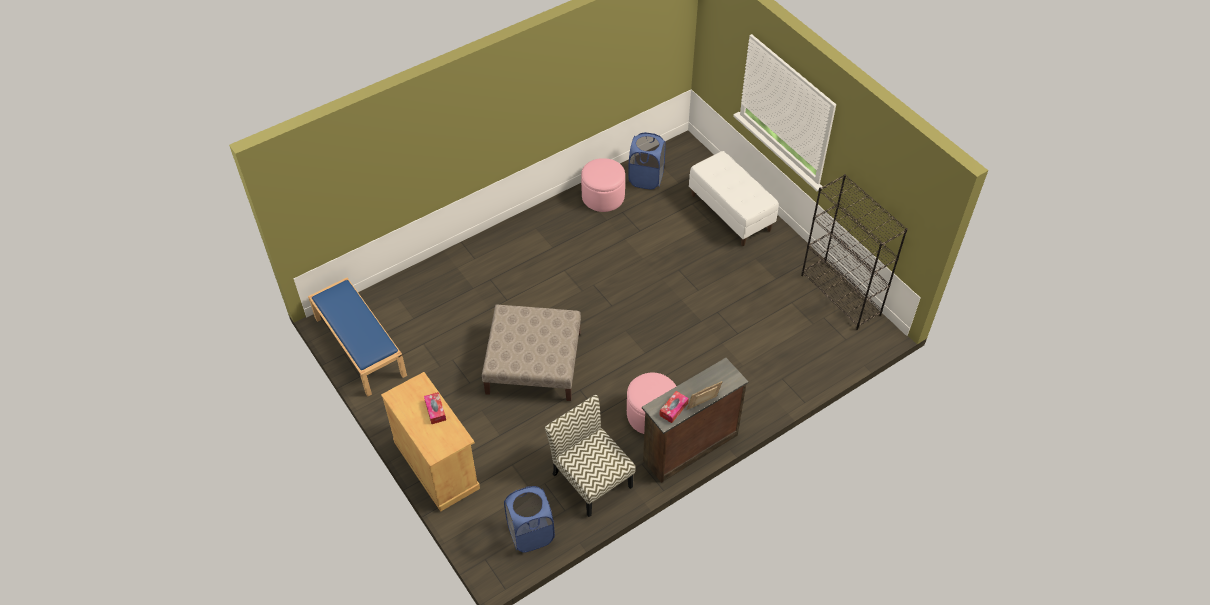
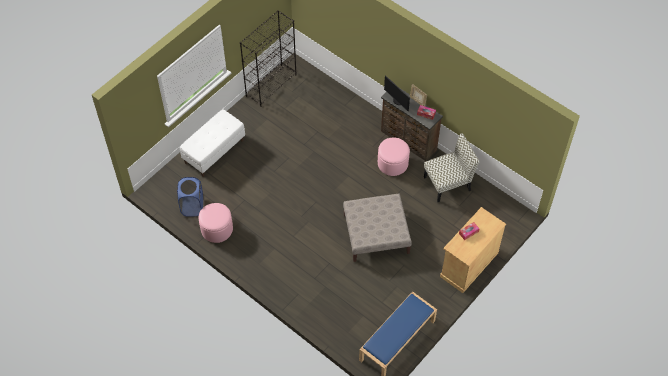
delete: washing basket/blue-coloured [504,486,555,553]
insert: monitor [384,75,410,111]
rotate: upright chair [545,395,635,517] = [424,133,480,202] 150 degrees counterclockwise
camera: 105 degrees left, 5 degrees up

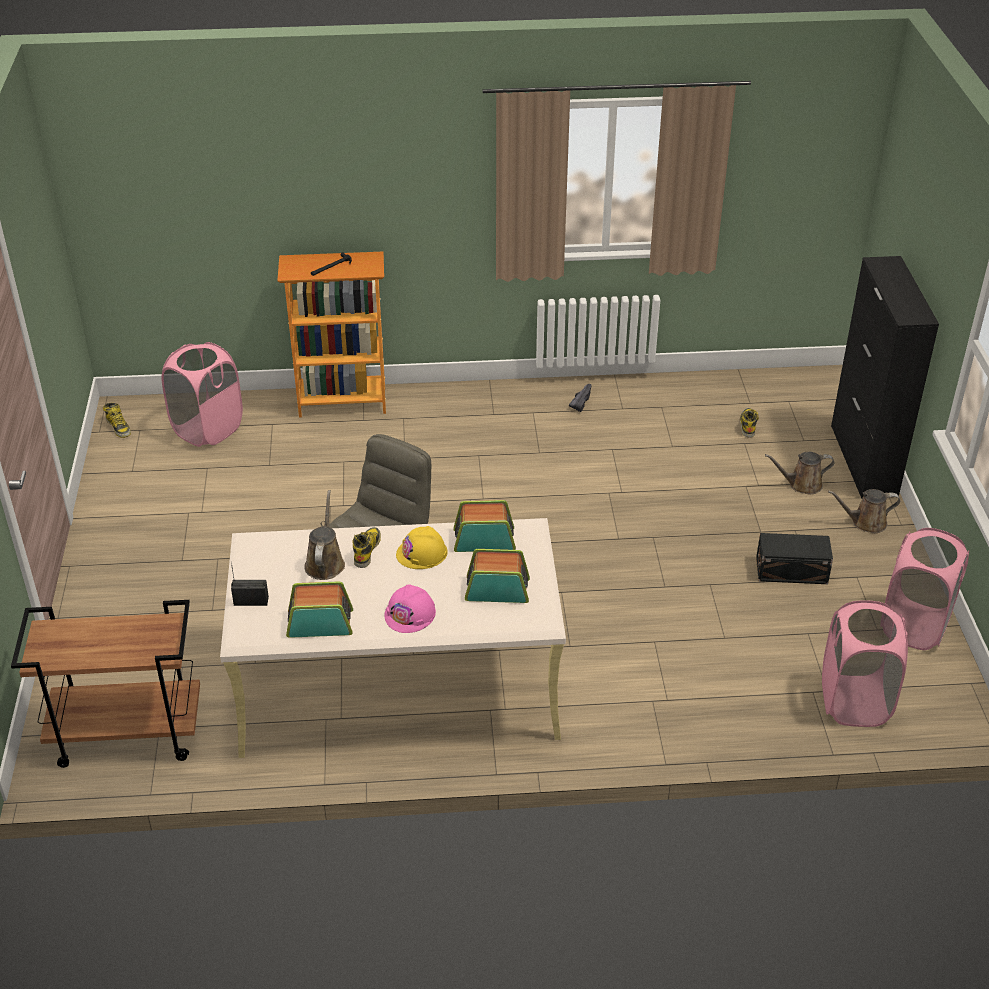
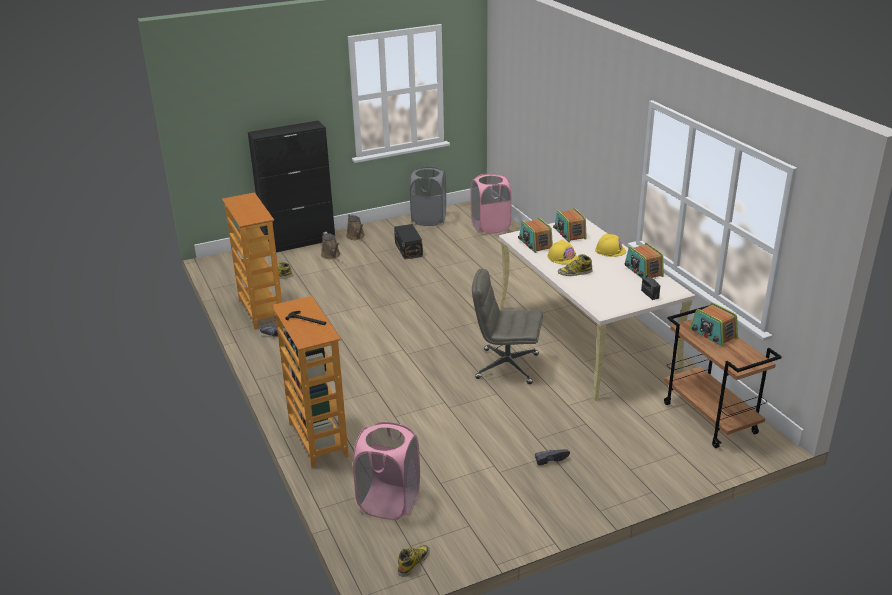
delete: watering can/brownish [304,490,345,580]
insert: shelving unit [222,192,282,330]; shoe/black [535,449,570,465]; radio [690,302,738,346]
recolor: washing basket/pink-coloured [885,528,969,650] to washing basket/greyish [410,167,446,226]; safety helmet/pink-coloured [384,584,436,633] to safety helmet/yellowish [595,234,626,257]
camera: 110 degrees left, 10 degrees down

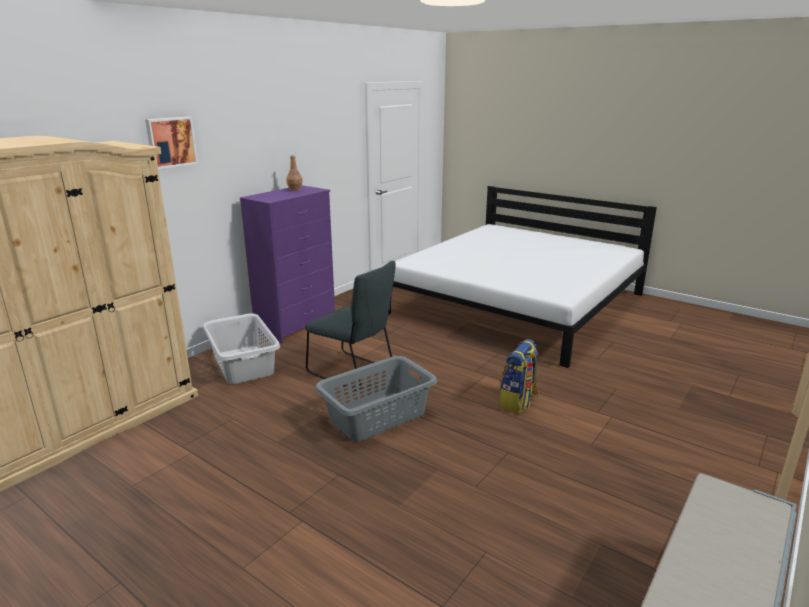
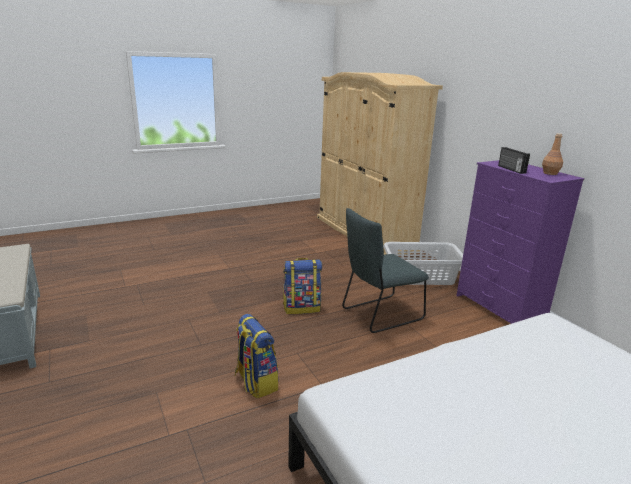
delete: wall art [145,117,198,169]
insert: radio [498,147,530,174]
replace: washing basket/greyish [315,356,437,442] to rucksack [283,258,322,314]
camera: 115 degrees right, 0 degrees up

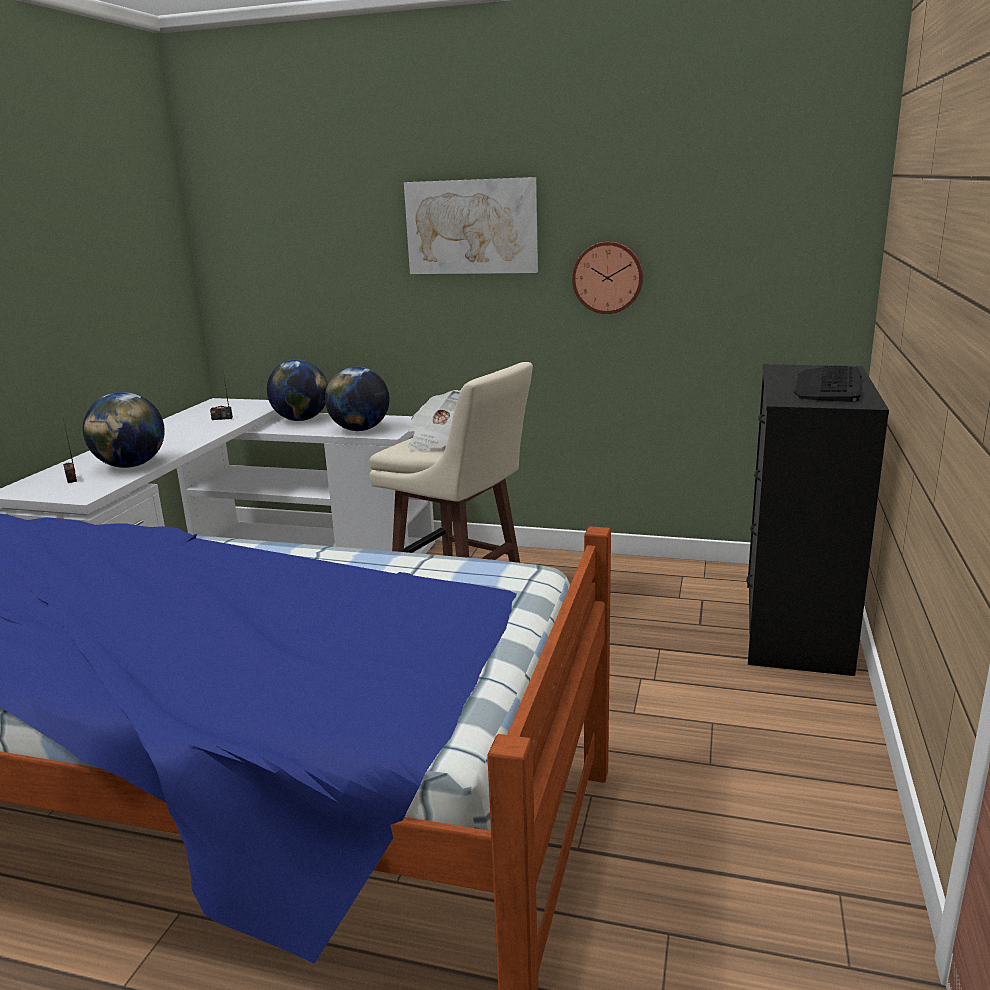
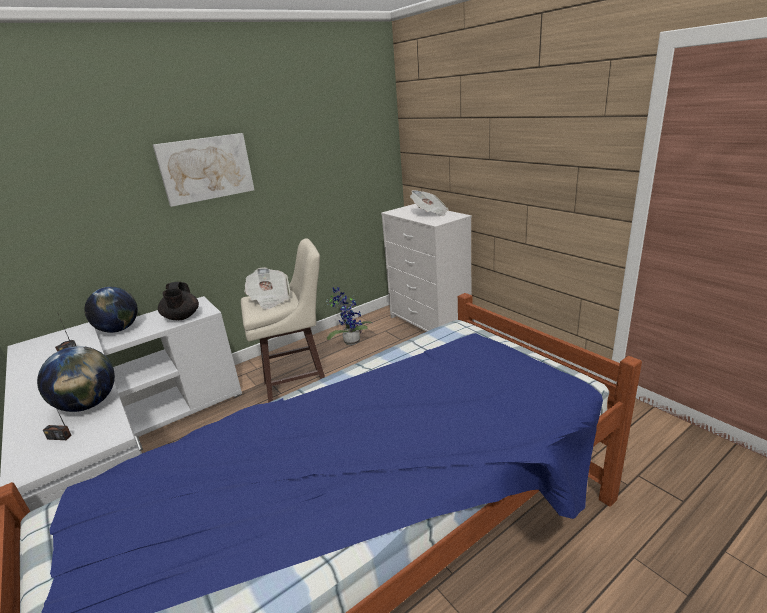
delete: hanging clock [572,241,643,314]
insert: houseplant [326,287,372,345]
replace: globe [325,367,389,431] to pot for tea/black [158,282,199,320]; computer keyboard [794,366,862,402] to printed paper [410,190,449,216]
recolor: dresser/black [746,364,889,676] to dresser/white-coloured [381,204,472,332]
camera: 50 degrees left, 5 degrees up

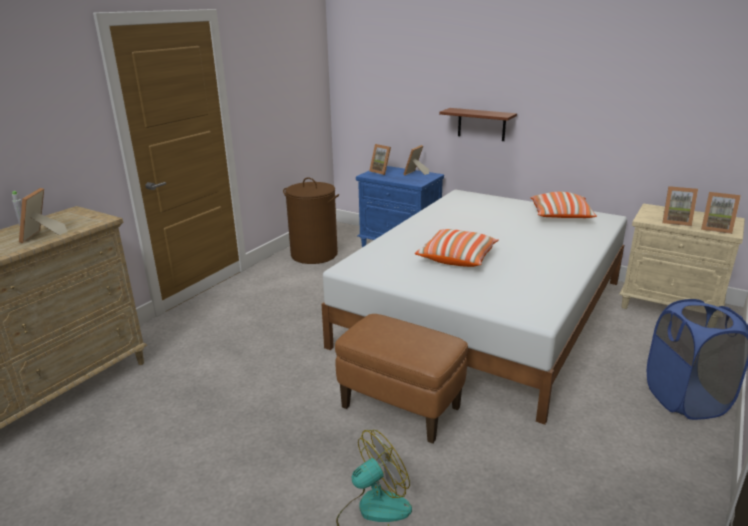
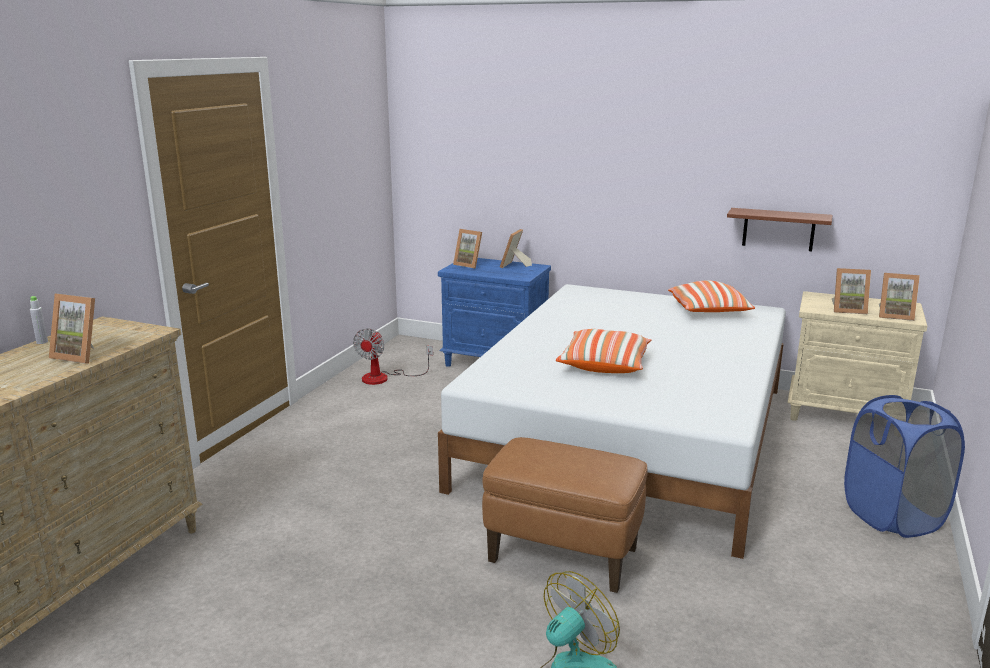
move: bracket shelf/brownish [439,108,517,141] to [727,208,832,252]
replace: washing basket/brownish [283,177,339,264] to cooling fan [353,328,433,385]
rotate: standing frame [19,188,67,243] = [49,294,95,364] 60 degrees counterclockwise
camera: 10 degrees left, 5 degrees down

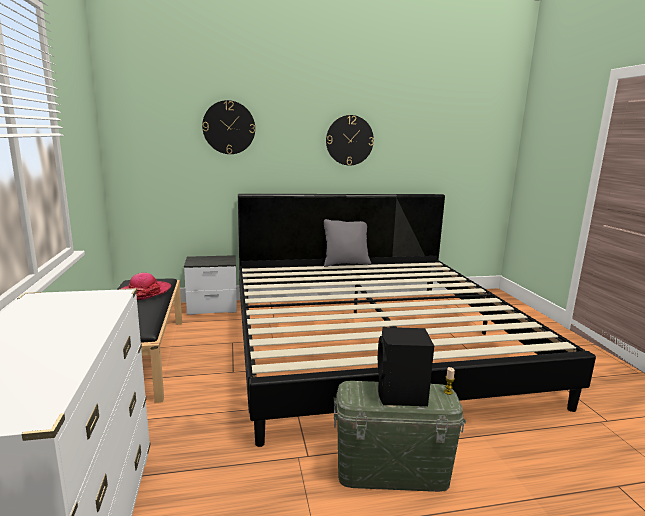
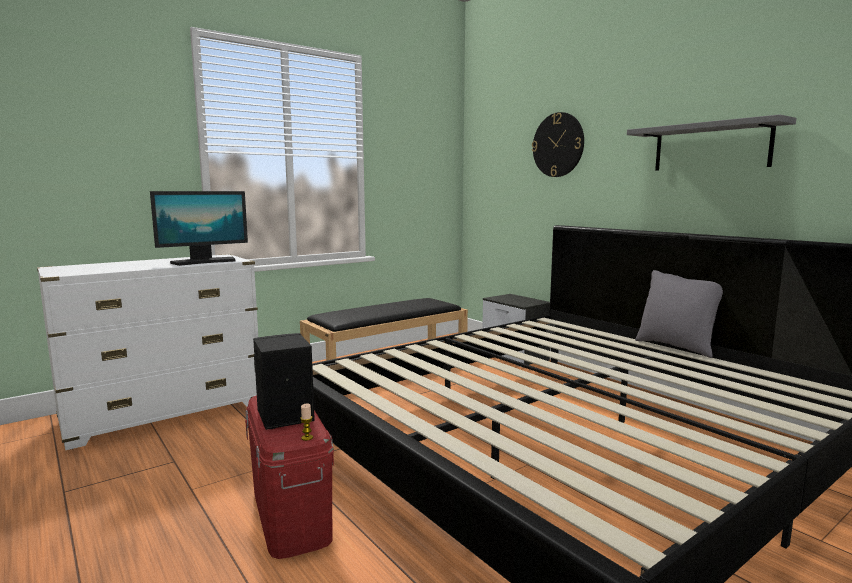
delete: hat [119,273,171,300]
insert: monitor [150,191,248,266]
replace: hanging clock [326,115,374,166] to bracket shelf/greyish [627,114,796,171]
recolor: storage container/greenish [334,381,466,492] to storage container/red [245,395,334,559]
camera: 65 degrees right, 5 degrees down

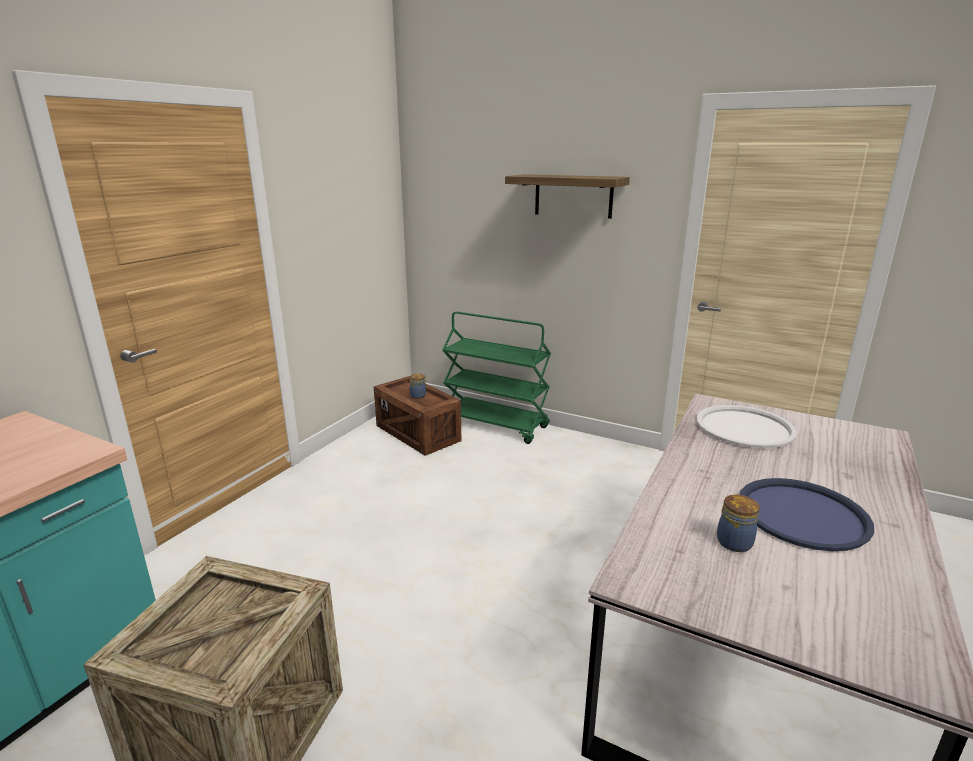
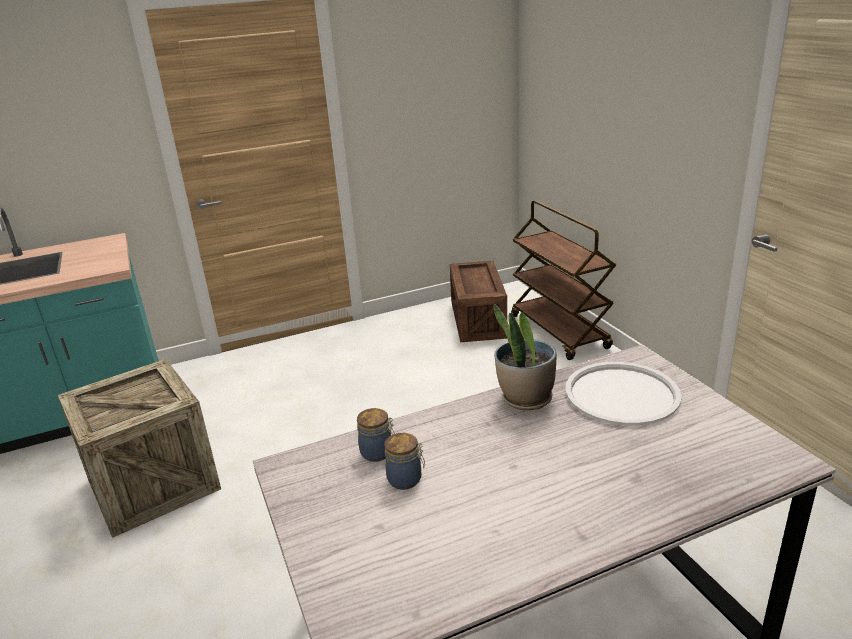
delete: bracket shelf [505,174,630,219]; tray/blue-coloured [739,478,874,551]
insert: houseplant [494,304,556,411]
move: preserve jar [410,374,427,399] to [357,408,395,462]
recolor: cart/greenish [442,311,551,444] to cart/brownish [511,200,616,360]
camera: 40 degrees right, 5 degrees up

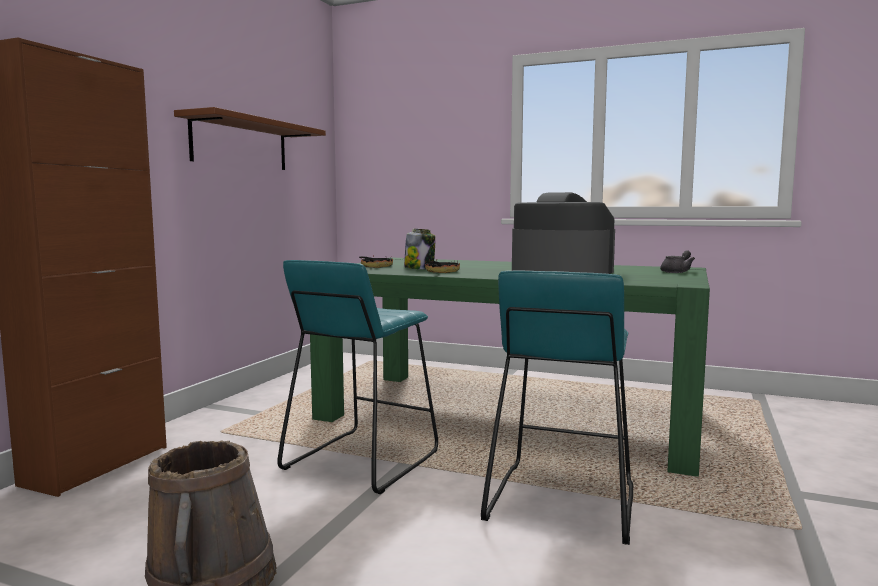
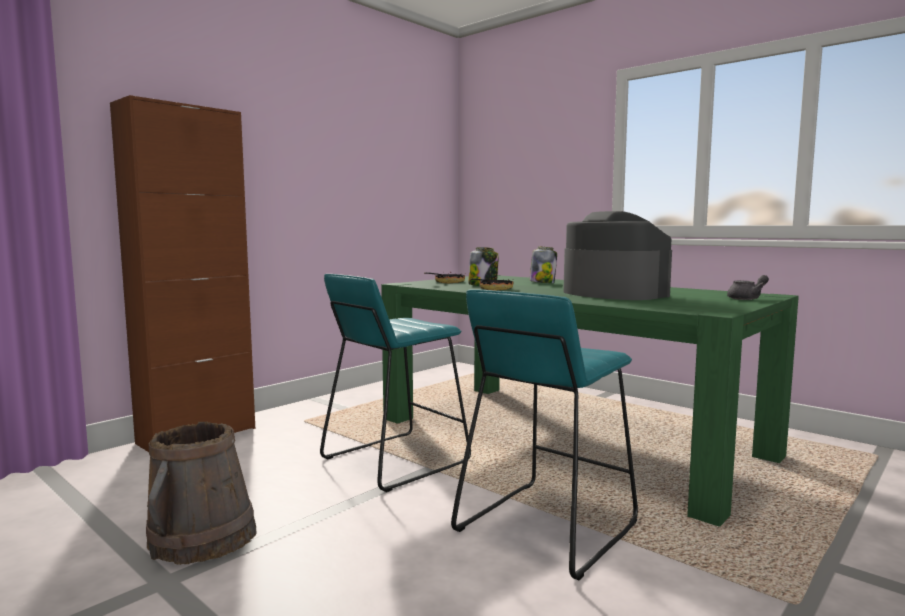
delete: bracket shelf/brownish [174,107,326,170]
insert: preserve jar [529,246,557,283]
camera: 20 degrees right, 0 degrees up

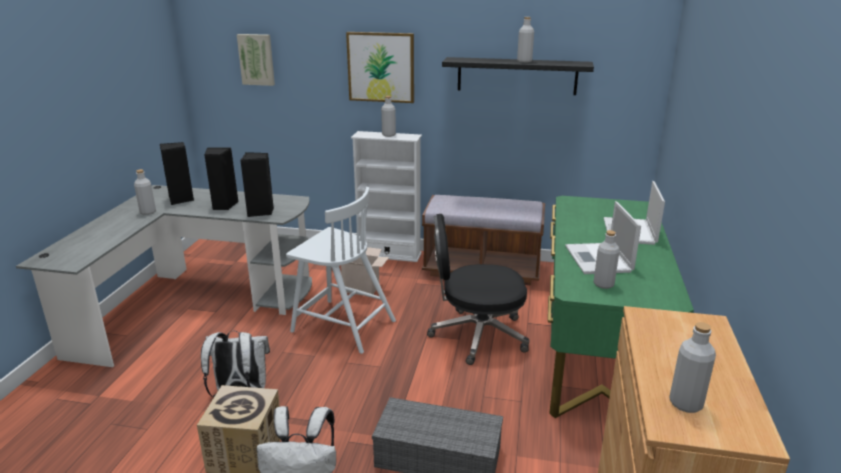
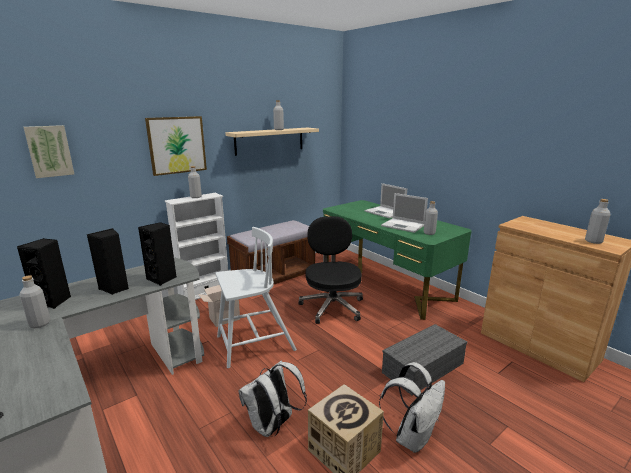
recolor: bracket shelf/black [442,57,594,95] to bracket shelf/beige [225,128,319,156]
rotate: office chair/black [427,214,529,365] = [298,216,363,324] 135 degrees clockwise
camera: 50 degrees left, 5 degrees down

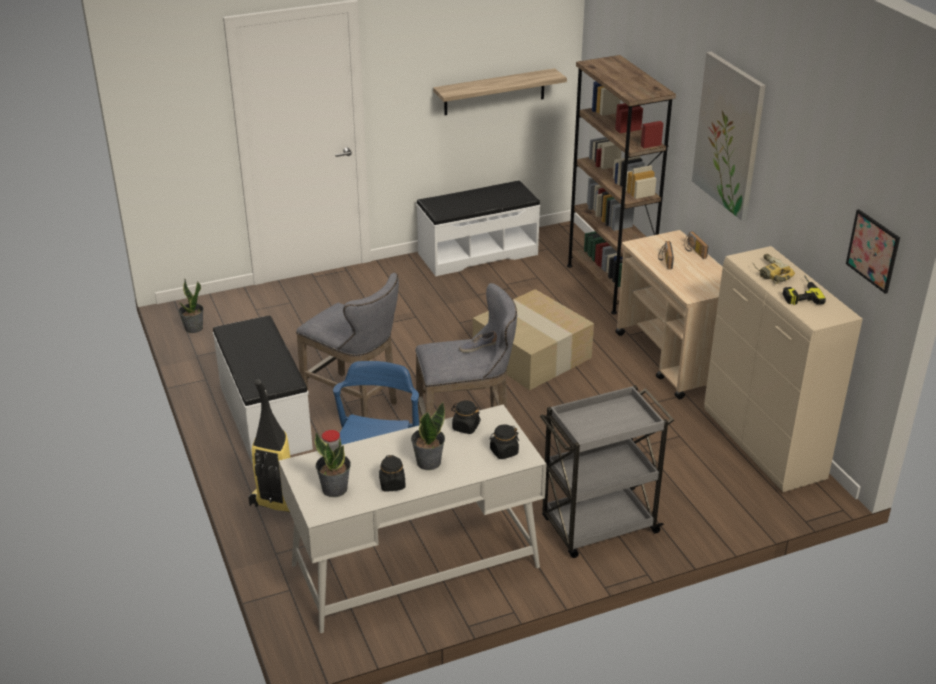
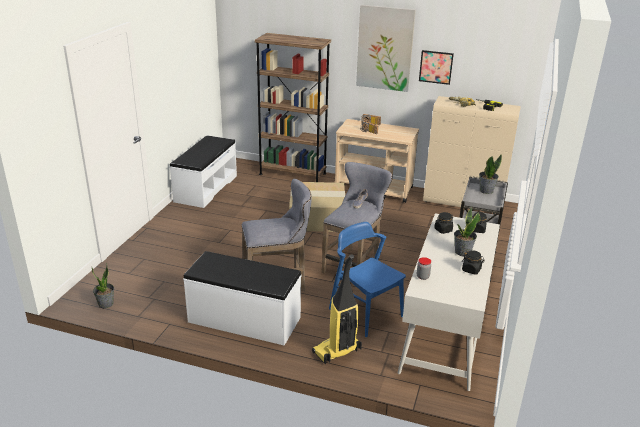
delete: bracket shelf [433,68,567,115]
move: wall art [846,209,900,294] to [419,50,454,85]; houseplant [315,432,351,497] to [479,154,502,194]
camera: 50 degrees left, 5 degrees down

